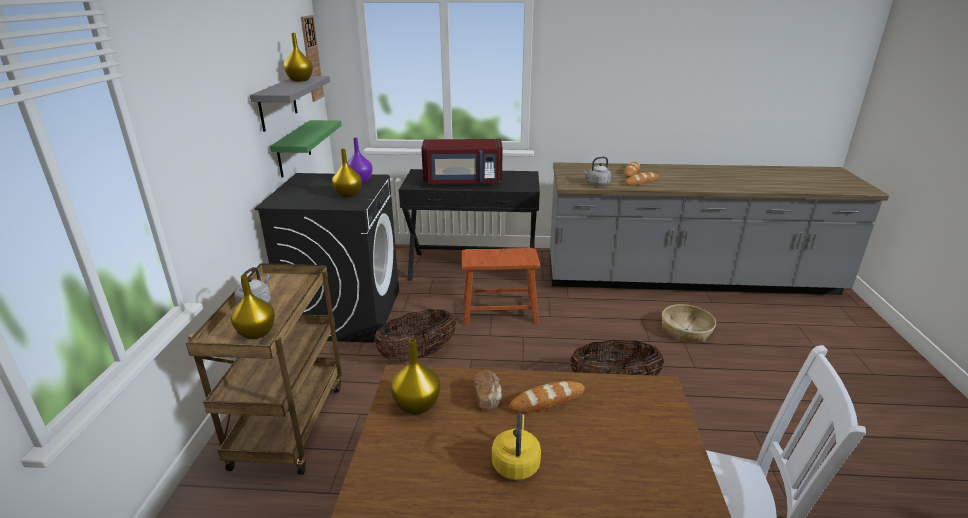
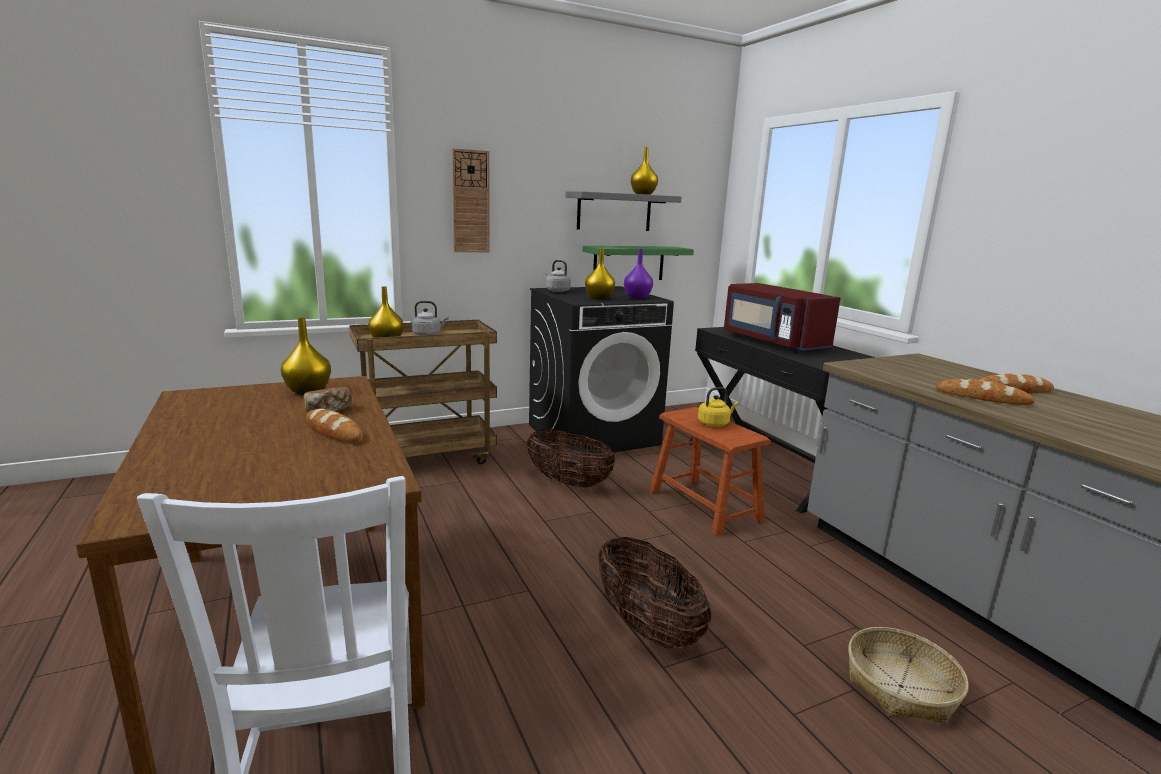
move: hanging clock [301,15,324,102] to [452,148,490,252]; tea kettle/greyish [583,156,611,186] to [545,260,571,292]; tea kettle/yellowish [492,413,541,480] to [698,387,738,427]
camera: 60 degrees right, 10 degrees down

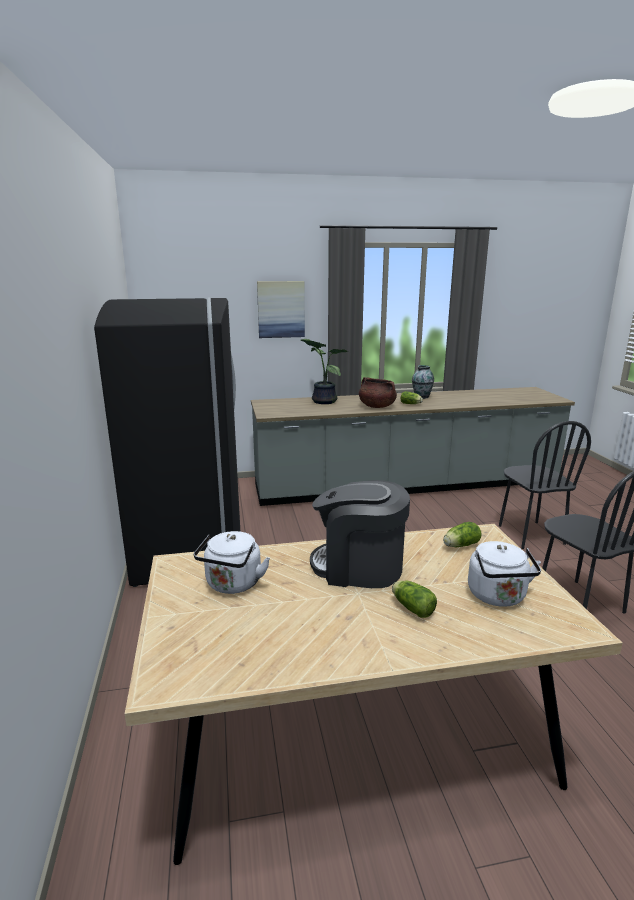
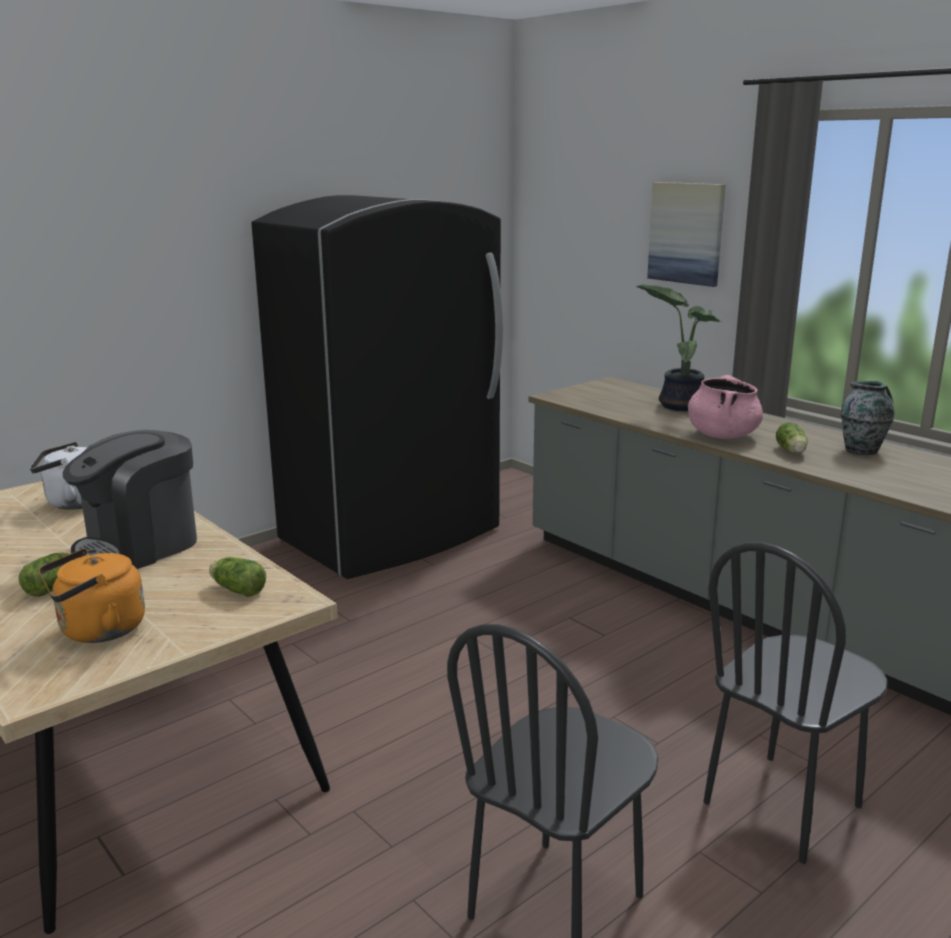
recolor: tea kettle/white-coloured [468,541,541,607] to tea kettle/orange [39,548,145,643]; saucepot/brownish [359,377,397,408] to saucepot/pink-coloured [688,375,763,439]
rotate: coffee brewer [310,480,410,588] = [63,430,197,569] 120 degrees counterclockwise
camera: 60 degrees right, 0 degrees up

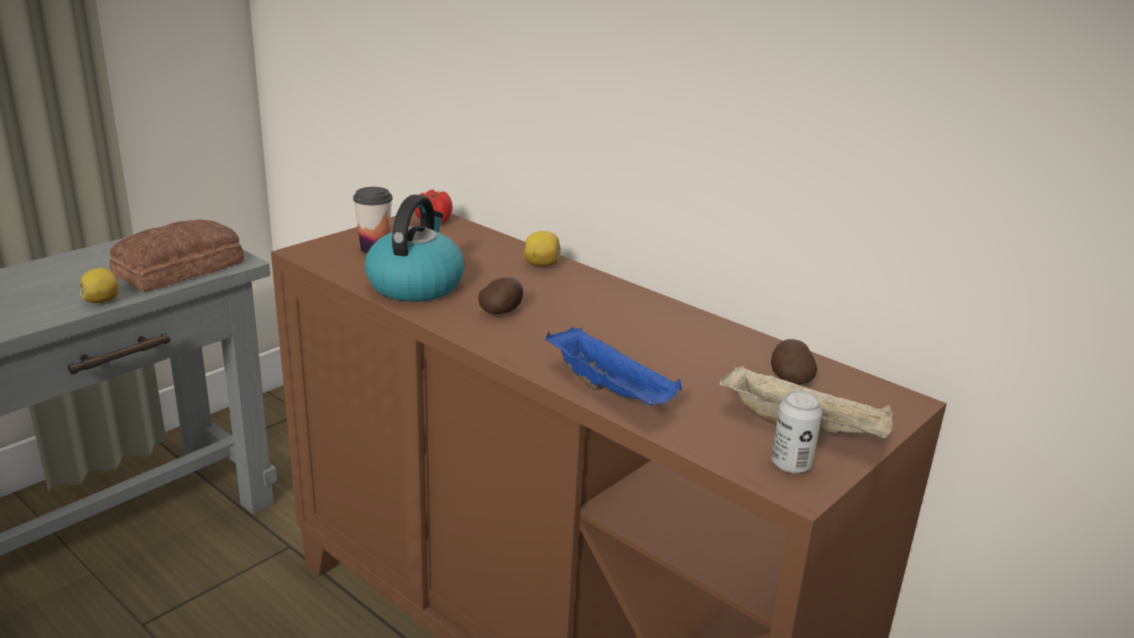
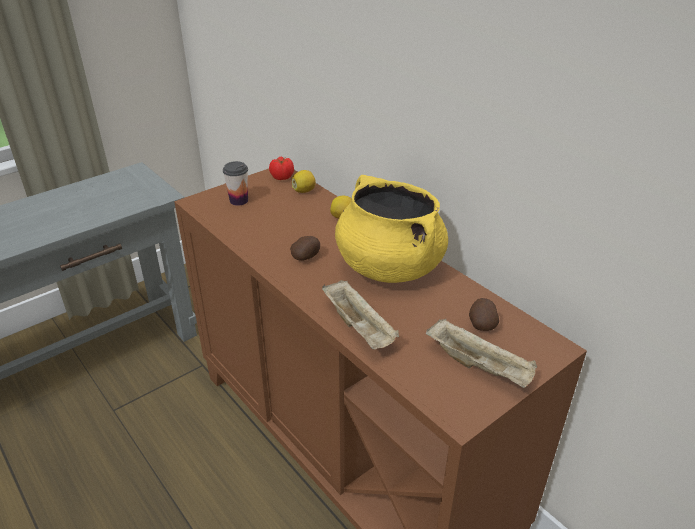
delete: bread [110,219,244,292]; tea kettle [365,194,464,302]; metal can [771,391,822,474]
insert: saucepot/yellowish [335,175,448,283]
move: whole lemon [79,268,119,303] to [292,170,316,193]
recolor: tray/blue-coloured [546,327,682,405] to tray/beige [322,280,399,350]
camera: 10 degrees right, 10 degrees up

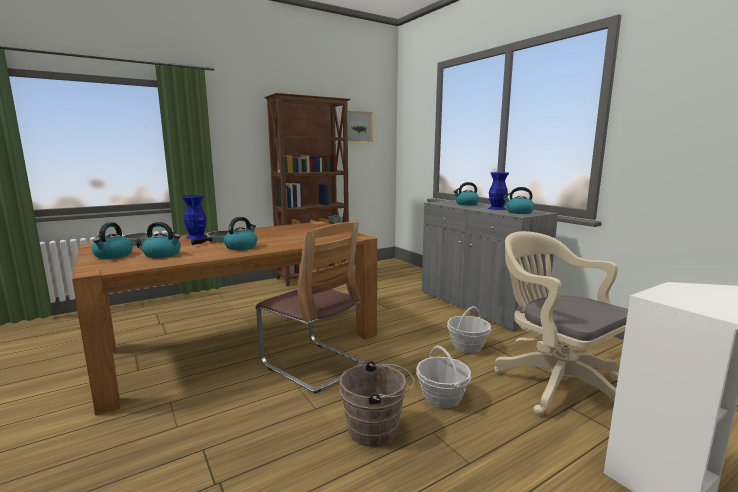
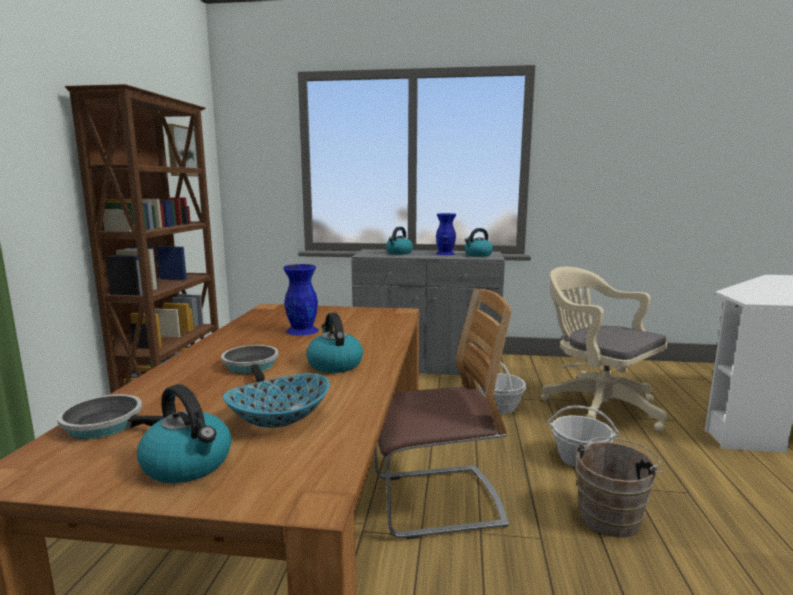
move: flower vase/blue-coloured [182,195,207,239] to [283,264,319,336]
replace: tea kettle [142,222,181,258] to bowl [223,373,330,428]
rotate: office chair/beige [494,231,628,415] = [541,267,667,431] 45 degrees clockwise
camera: 50 degrees left, 0 degrees up

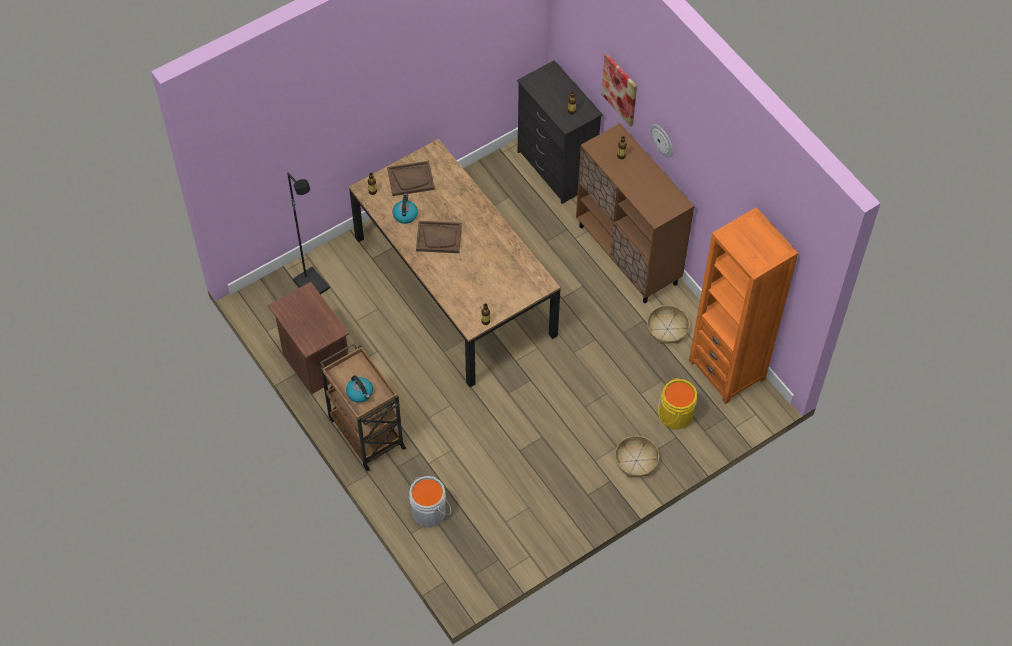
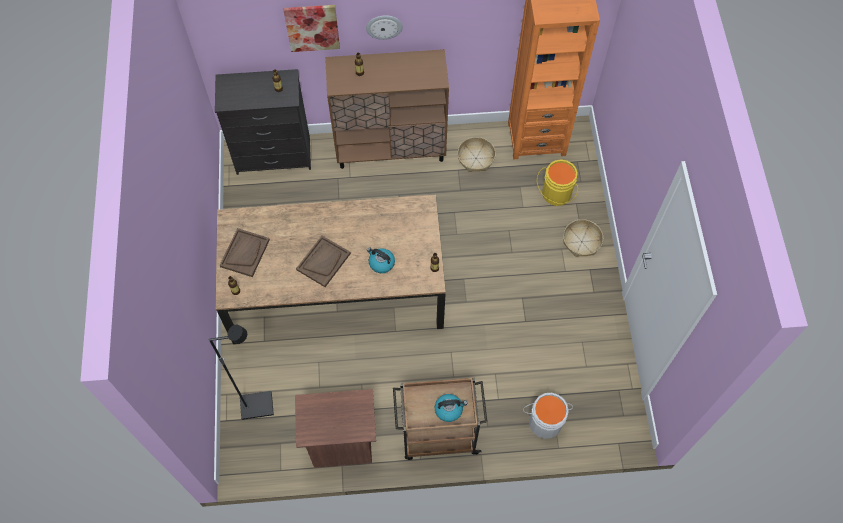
move: tea kettle [392,194,418,224] to [367,247,395,273]
camera: 60 degrees left, 5 degrees up

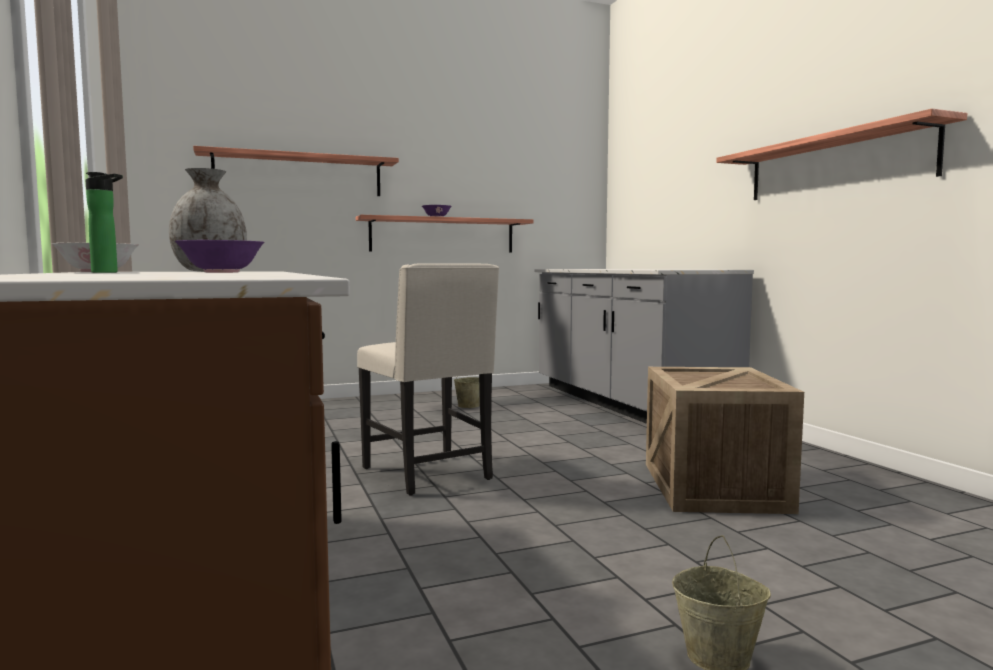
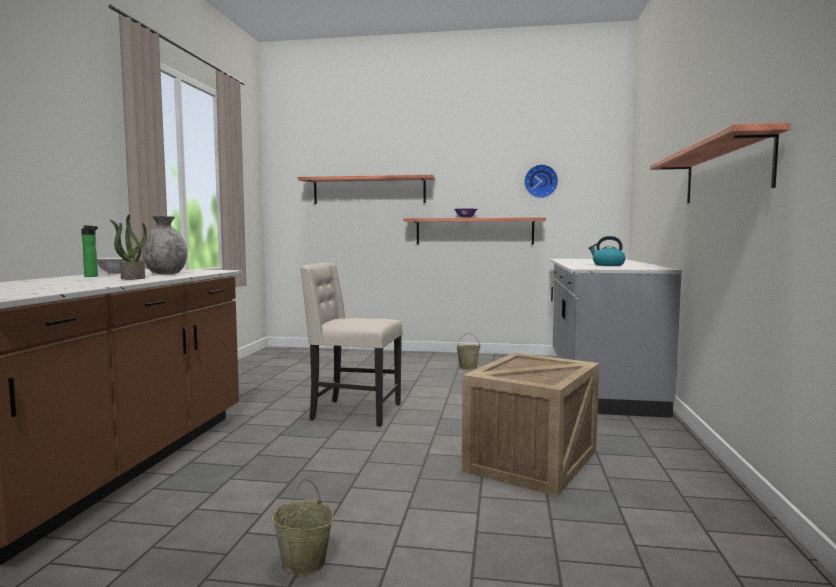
insert: hanging clock [524,164,558,198]; tea kettle [588,236,625,266]
replace: bowl/purplish [175,240,265,273] to houseplant [110,214,147,280]
rotate: upright chair/beige [357,263,499,496] = [300,263,402,427] 105 degrees clockwise
camera: 30 degrees right, 0 degrees up

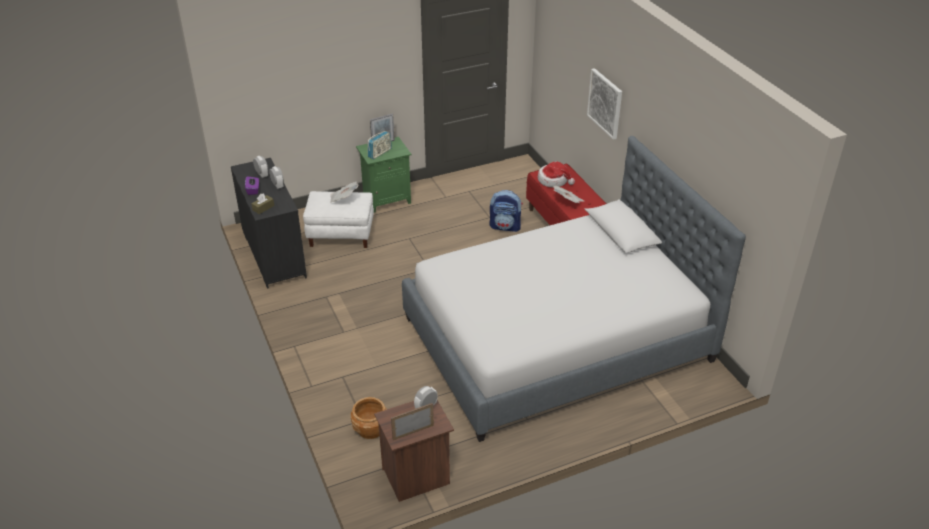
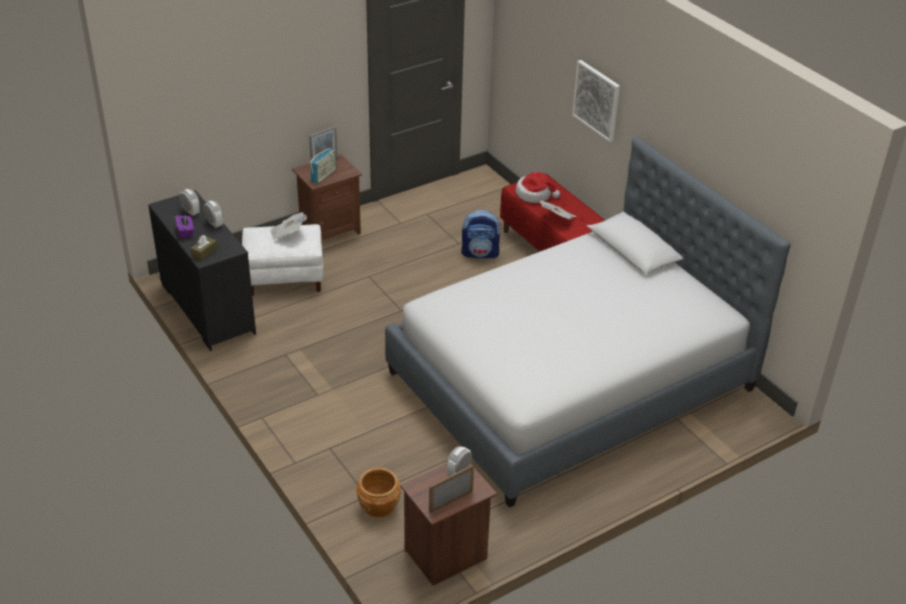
recolor: night table/greenish [356,137,412,213] to night table/brownish [292,154,362,241]
camera: 10 degrees left, 0 degrees up

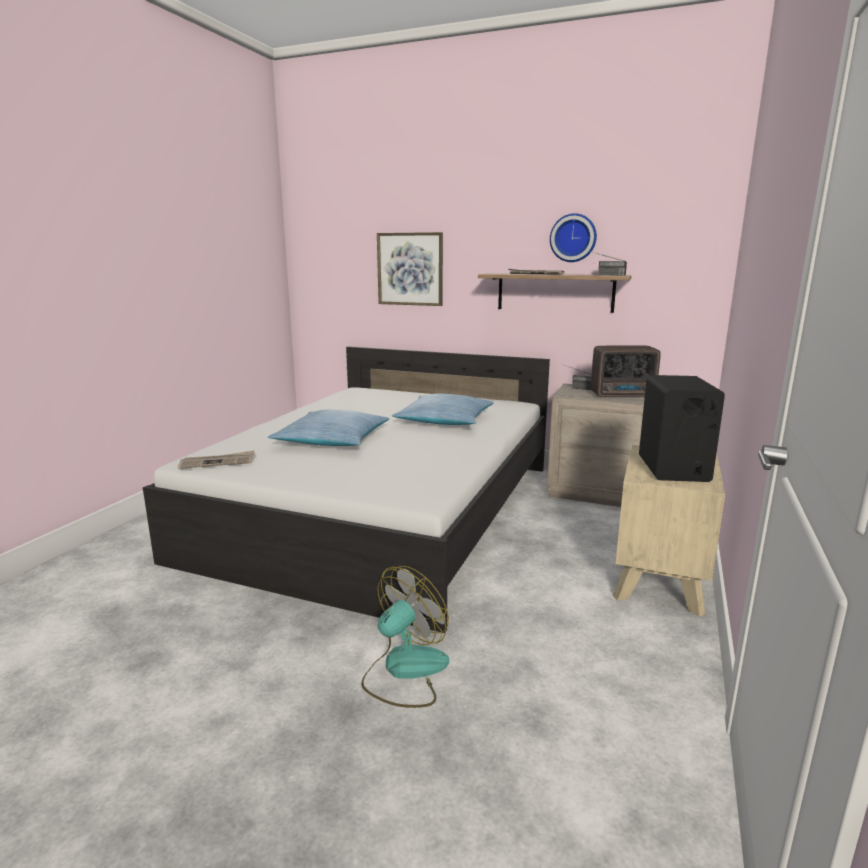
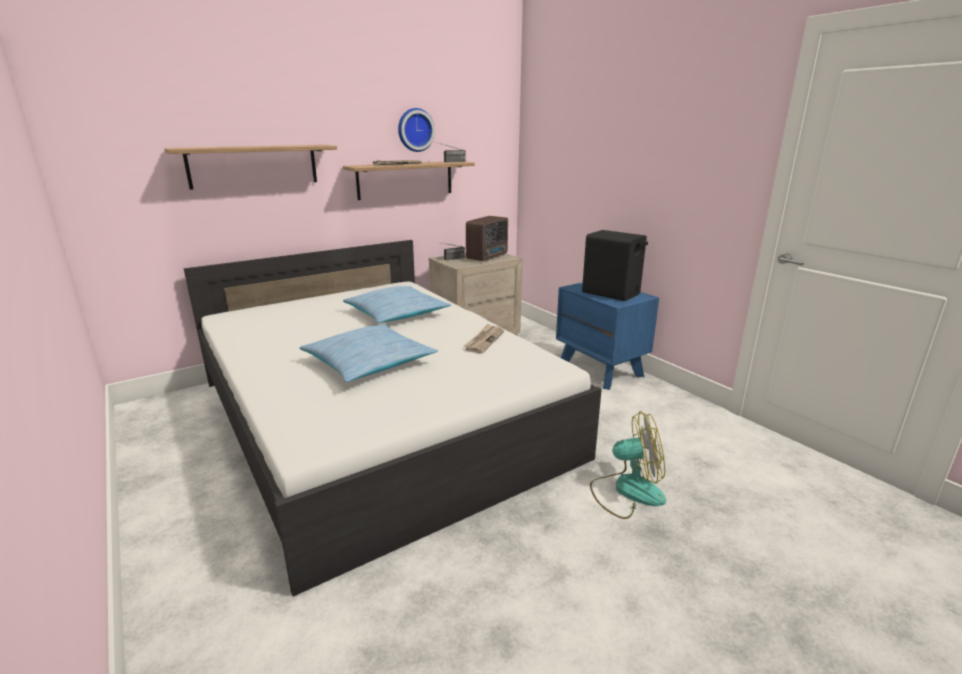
move: printed paper [178,450,255,469] to [463,324,504,354]
replace: wall art [377,232,443,306] to bracket shelf [164,145,337,190]
recolor: night table/beige [613,445,725,617] to night table/blue-coloured [556,282,659,390]
rotate: cooling fan [361,566,449,708] = [590,411,666,519] 105 degrees clockwise
camera: 55 degrees left, 5 degrees up

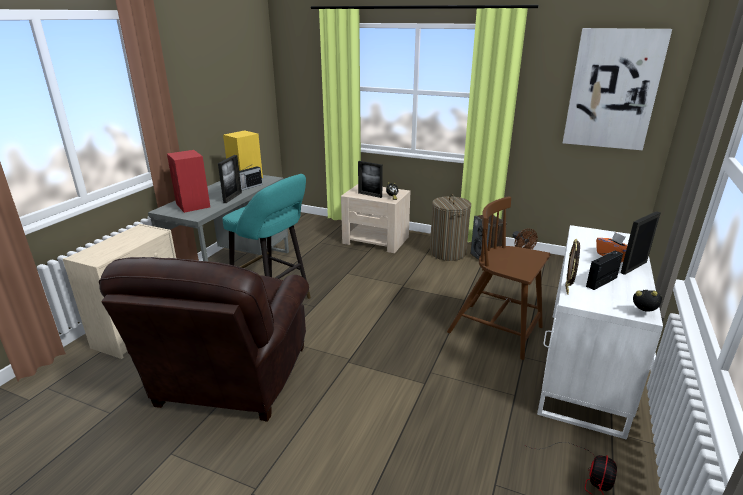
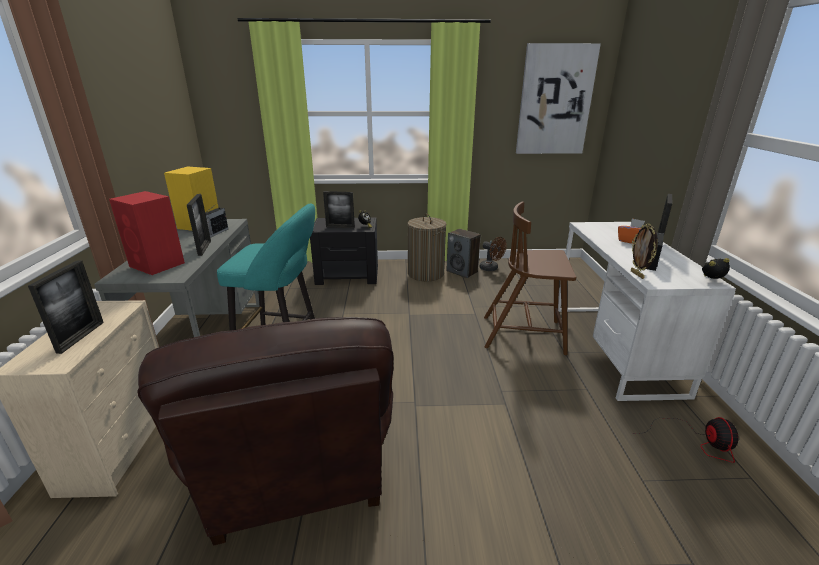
insert: standing frame [28,260,104,354]
recolor: night table/beige [341,184,410,253] to night table/black [310,218,378,285]
camera: 25 degrees left, 0 degrees up

